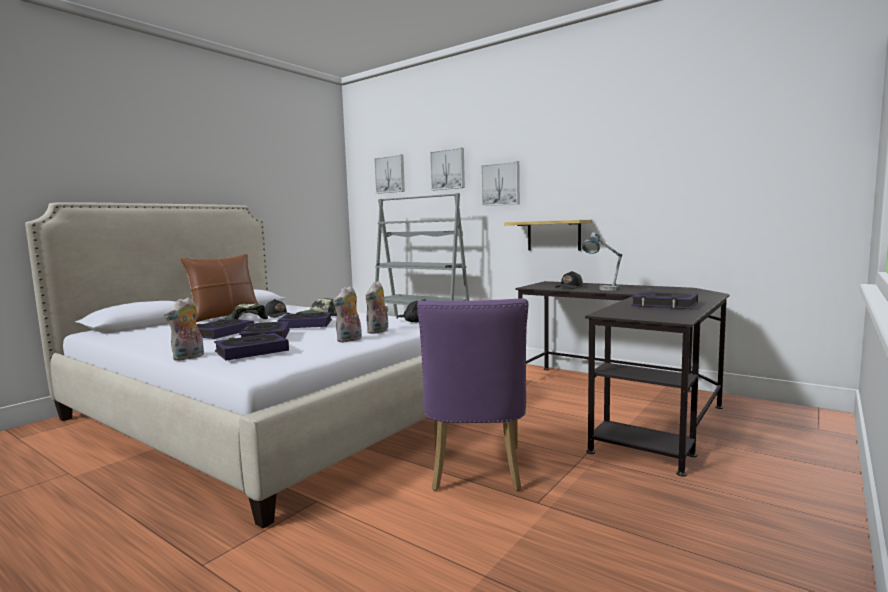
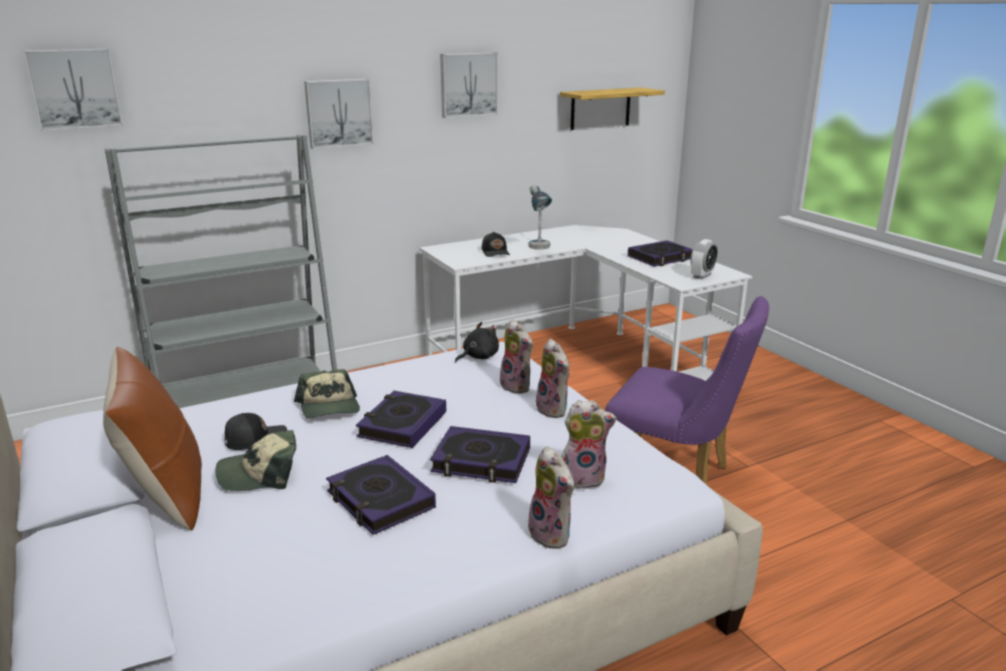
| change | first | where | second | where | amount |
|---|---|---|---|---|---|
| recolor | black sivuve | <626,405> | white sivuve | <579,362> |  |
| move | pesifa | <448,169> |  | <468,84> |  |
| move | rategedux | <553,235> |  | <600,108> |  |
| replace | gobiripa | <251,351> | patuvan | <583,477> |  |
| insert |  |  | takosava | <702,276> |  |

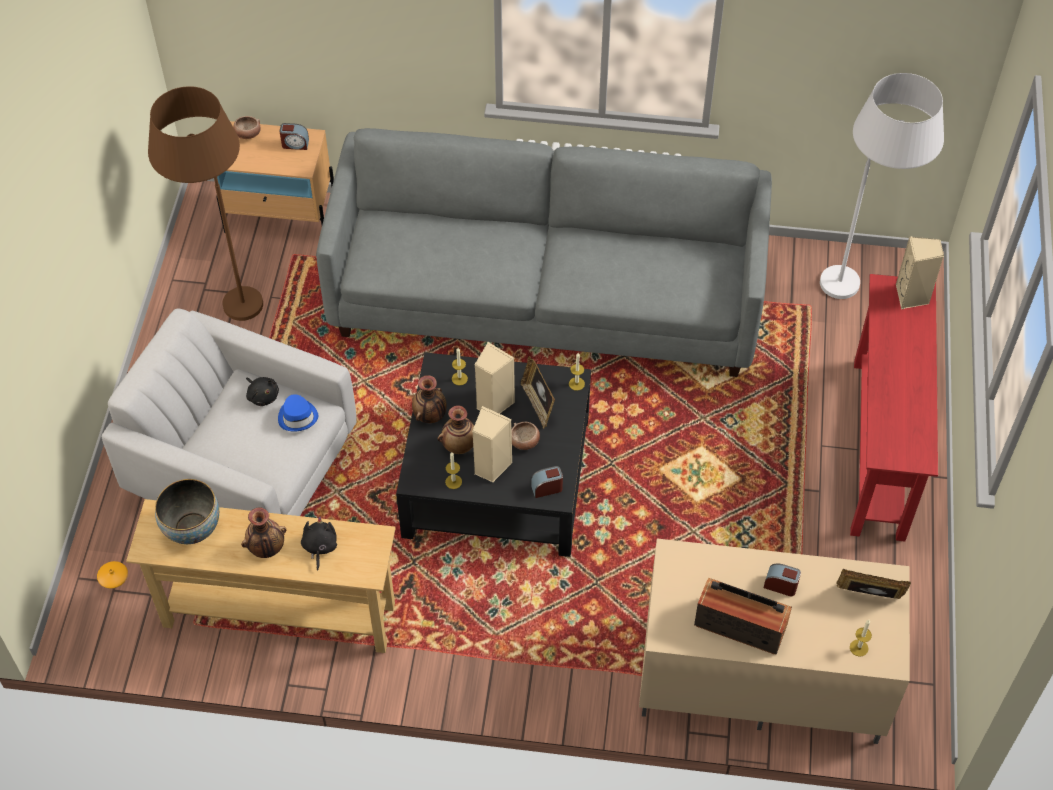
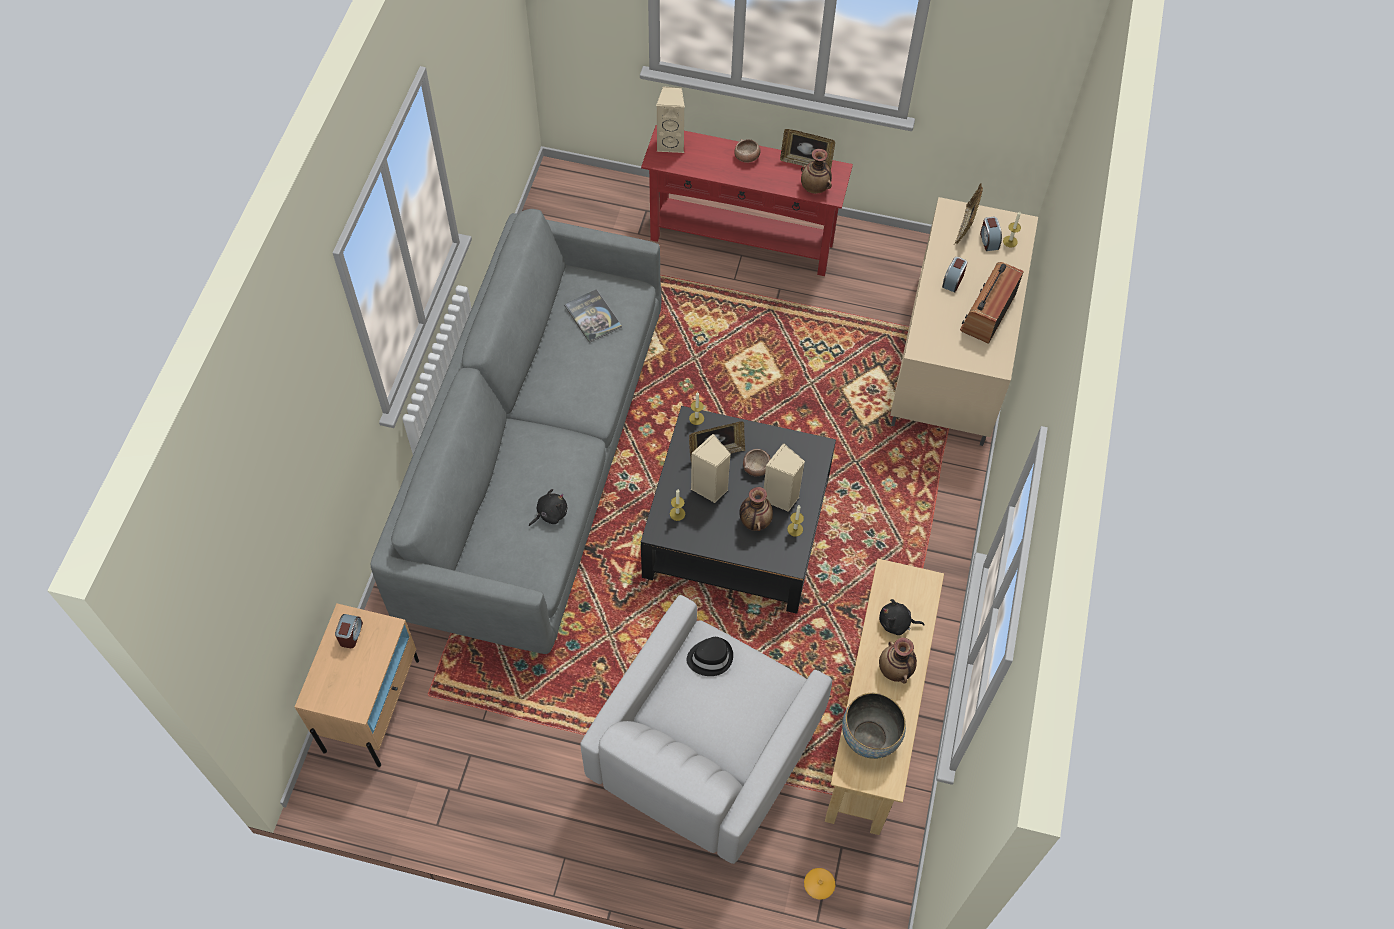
| change | first | where | second | where | amount |
|---|---|---|---|---|---|
| move | black patuvan | <262,396> |  | <550,514> |  |
| insert |  |  | gobiripa | <593,316> |  |
| recolor | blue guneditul | <298,416> | black guneditul | <710,657> |  |
| move | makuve | <247,134> |  | <747,157> |  |
| insert |  |  | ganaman | <806,163> |  |
| move | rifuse | <430,415> |  | <815,188> |  |
| move | takosava | <547,488> |  | <989,240> |  |
| delete | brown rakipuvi | <227,293> |  |  |  |
| delete | white rakipuvi | <861,280> |  |  |  |

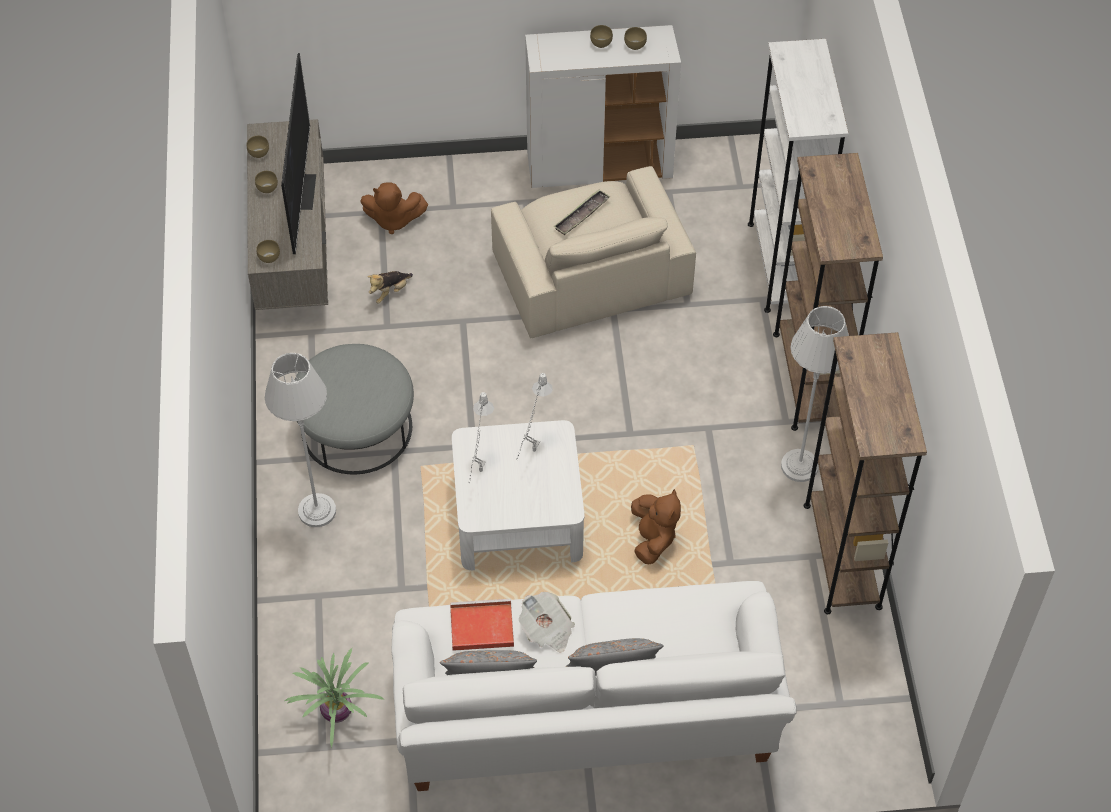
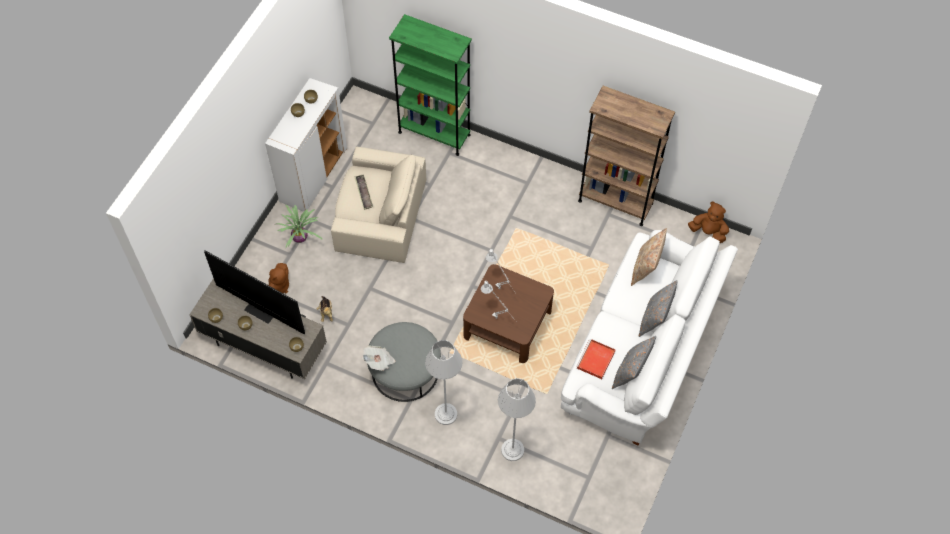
| change | first | where | second | where | amount |
|---|---|---|---|---|---|
| move | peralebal | <336,714> |  | <300,238> |  |
| move | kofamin | <547,630> |  | <379,361> |  |
| recolor | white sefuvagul | <781,265> | green sefuvagul | <434,133> |  |
| recolor | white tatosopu | <517,515> | brown tatosopu | <507,324> |  |
| move | grey rakipuvi | <799,466> |  | <512,450> |  |
| insert |  |  | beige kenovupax | <646,268> |  |
| move | brown patuvan | <653,538> |  | <708,232> |  |
| delete | brown sefuvagul | <809,378> |  |  |  |

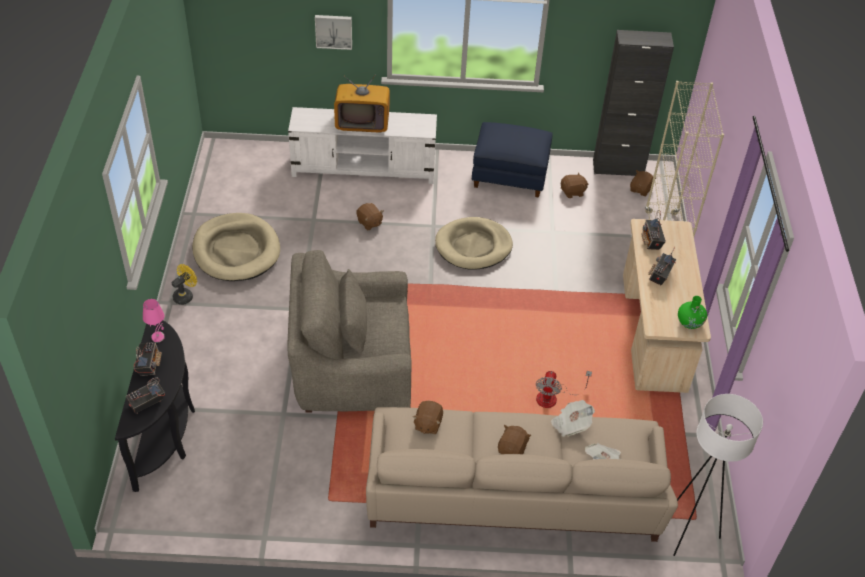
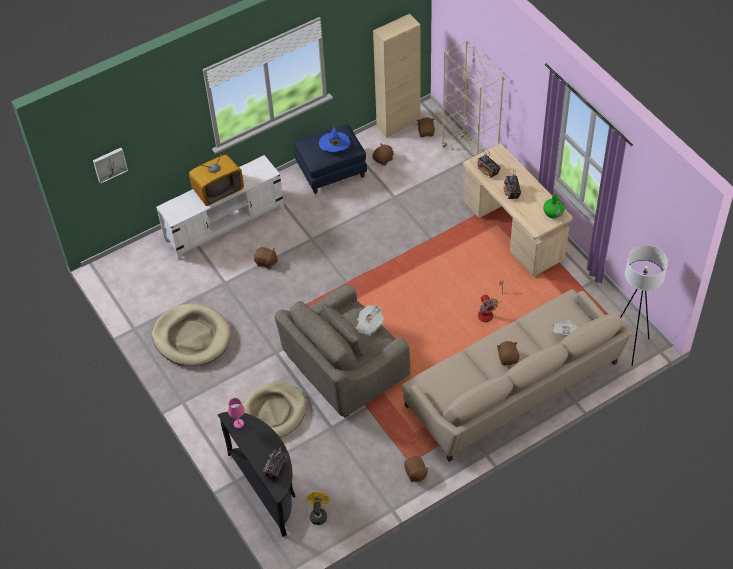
| change | first | where | second | where | amount |
|---|---|---|---|---|---|
| move | pesifa | <333,31> |  | <109,164> |  |
| move | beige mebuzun | <473,246> |  | <274,412> |  |
| move | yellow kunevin | <185,295> |  | <318,514> |  |
| insert |  |  | blue guneditul | <334,143> |  |
| move | kofamin | <571,424> |  | <368,325> |  |
| recolor | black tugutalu | <618,168> | beige tugutalu | <398,124> |  |
| move | brown patuvan | <427,424> |  | <415,473> |  |
| delete | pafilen | <149,365> |  |  |  |

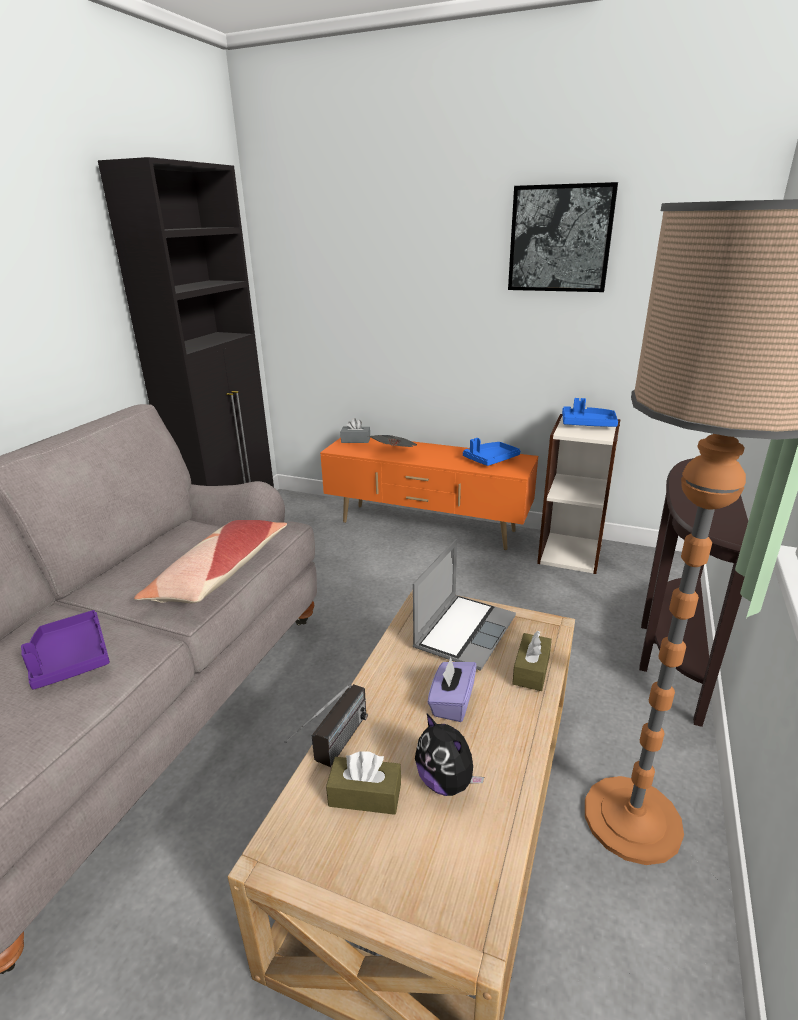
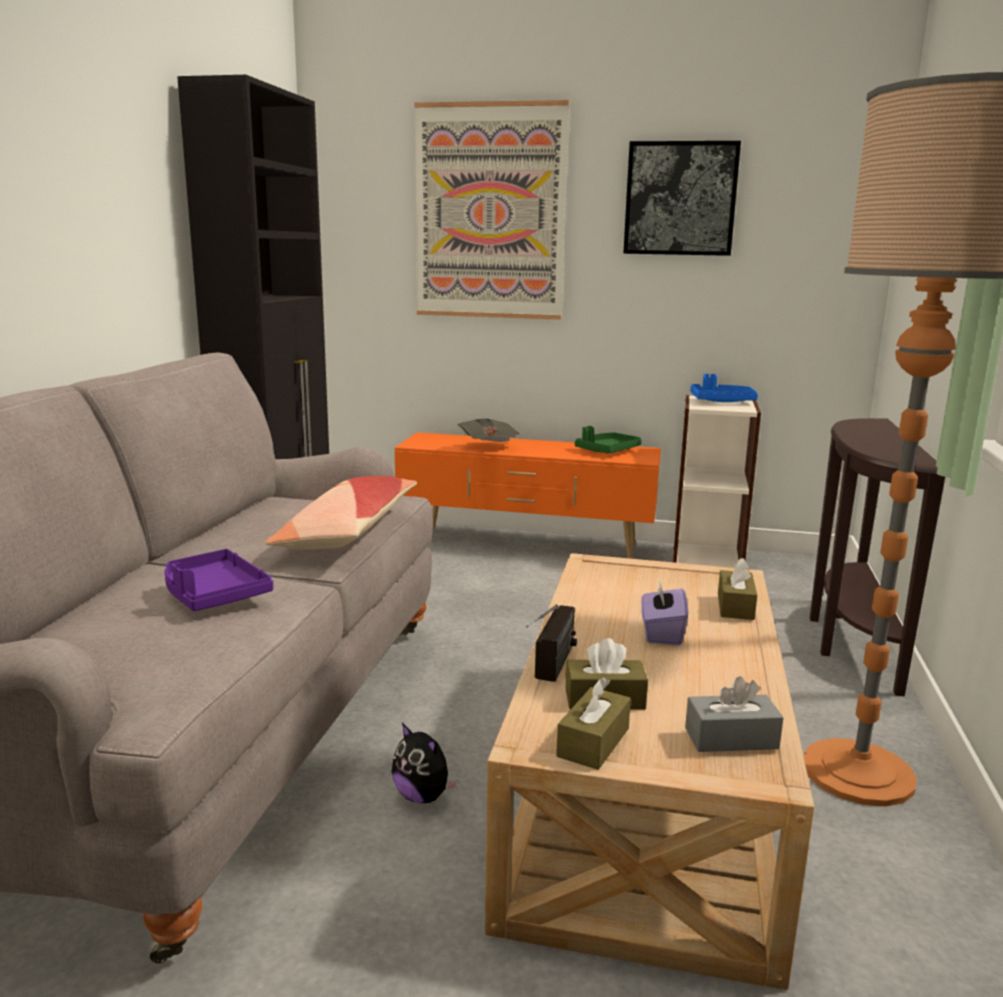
| change | first | where | second | where | amount |
|---|---|---|---|---|---|
| move | patuvan | <446,781> |  | <423,796> |  |
| insert |  |  | pesifa | <490,213> |  |
| insert |  |  | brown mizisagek | <593,742> |  |
| recolor | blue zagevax | <490,459> | green zagevax | <607,451> |  |
| move | grey mizisagek | <355,440> |  | <731,738> |  |
| delete | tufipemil | <464,631> |  |  |  |

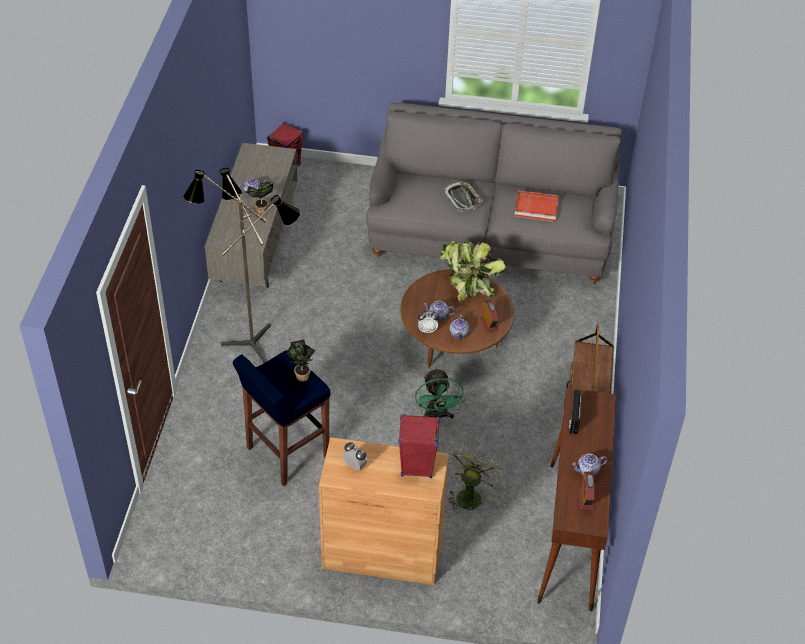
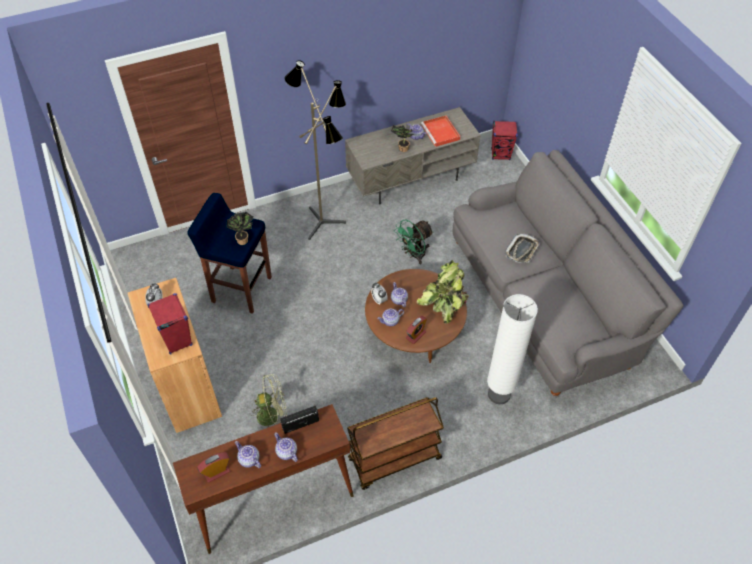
| change | first | where | second | where | amount |
|---|---|---|---|---|---|
| insert |  |  | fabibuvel | <286,452> |  |
| move | green kunevin | <436,416> |  | <414,255> |  |
| move | red zagevax | <537,207> |  | <441,133> |  |
| insert |  |  | white rakipuvi | <499,394> |  |

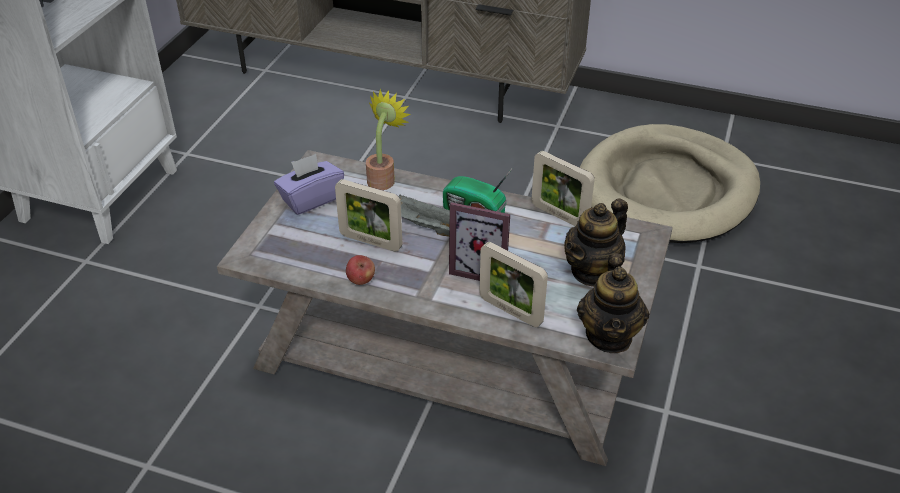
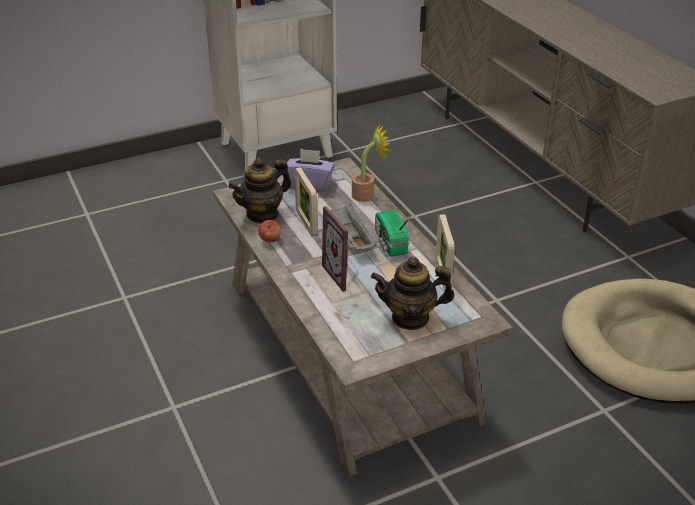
| change | first | where | second | where | amount |
|---|---|---|---|---|---|
| move | fabibuvel | <609,336> |  | <262,214> |  |
| delete | ganaman | <510,311> |  |  |  |

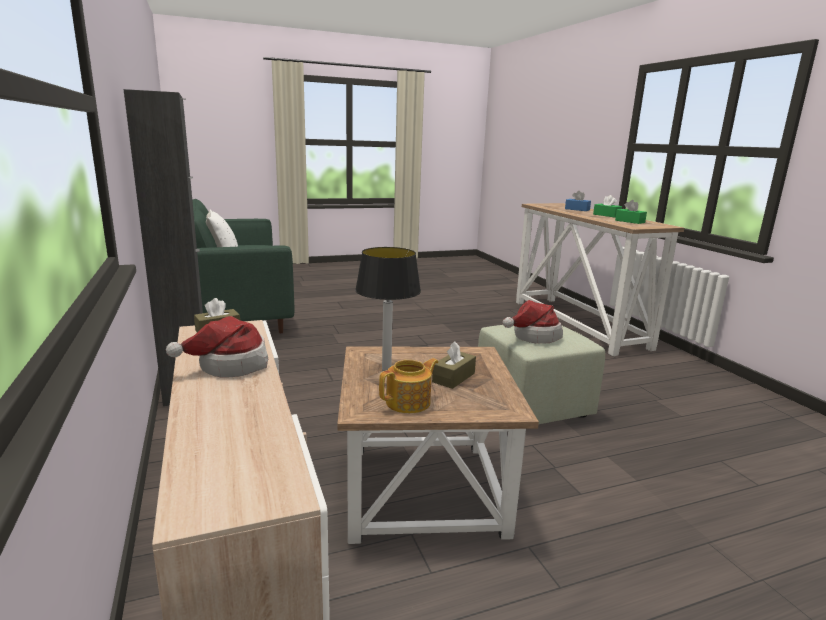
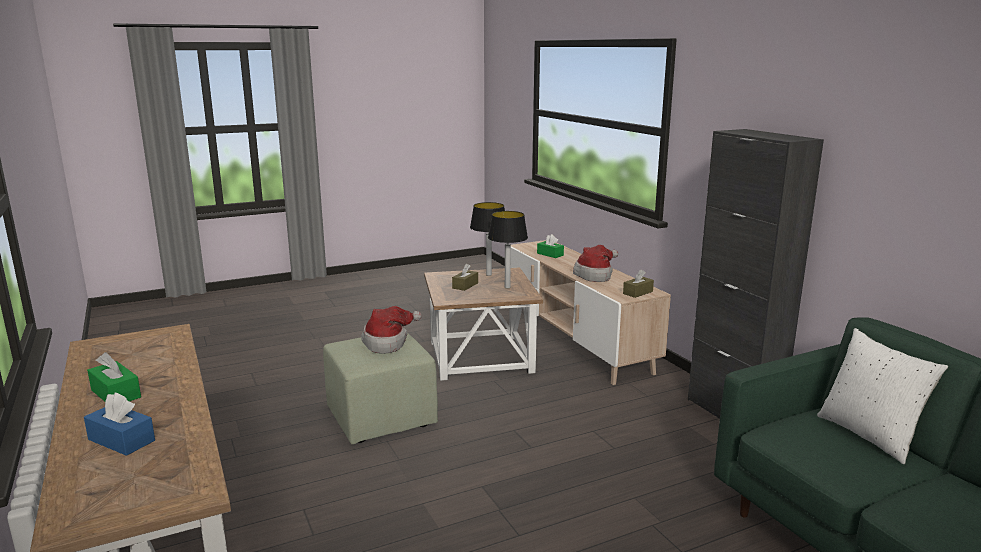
| change | first | where | second | where | amount |
|---|---|---|---|---|---|
| replace | fabibuvel | <409,402> | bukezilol | <488,274> |  |
| move | green mizisagek | <629,221> |  | <550,254> |  |

